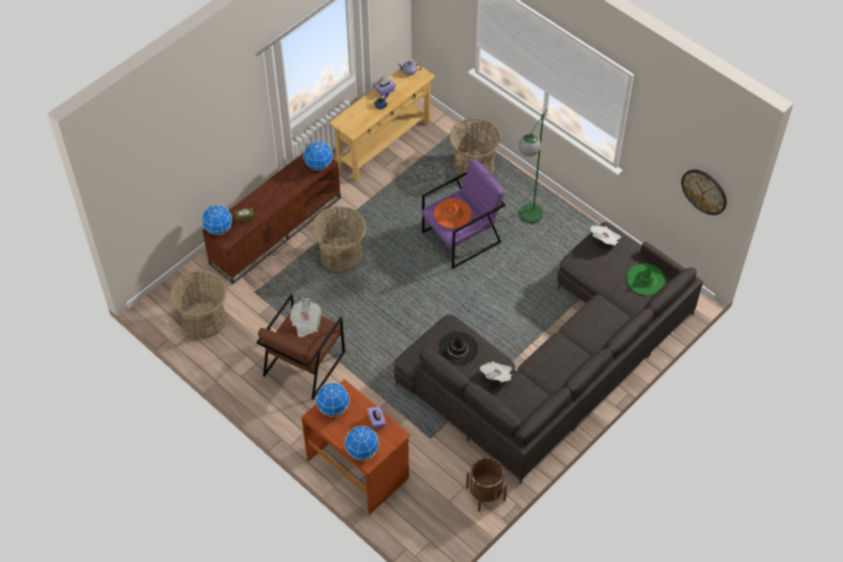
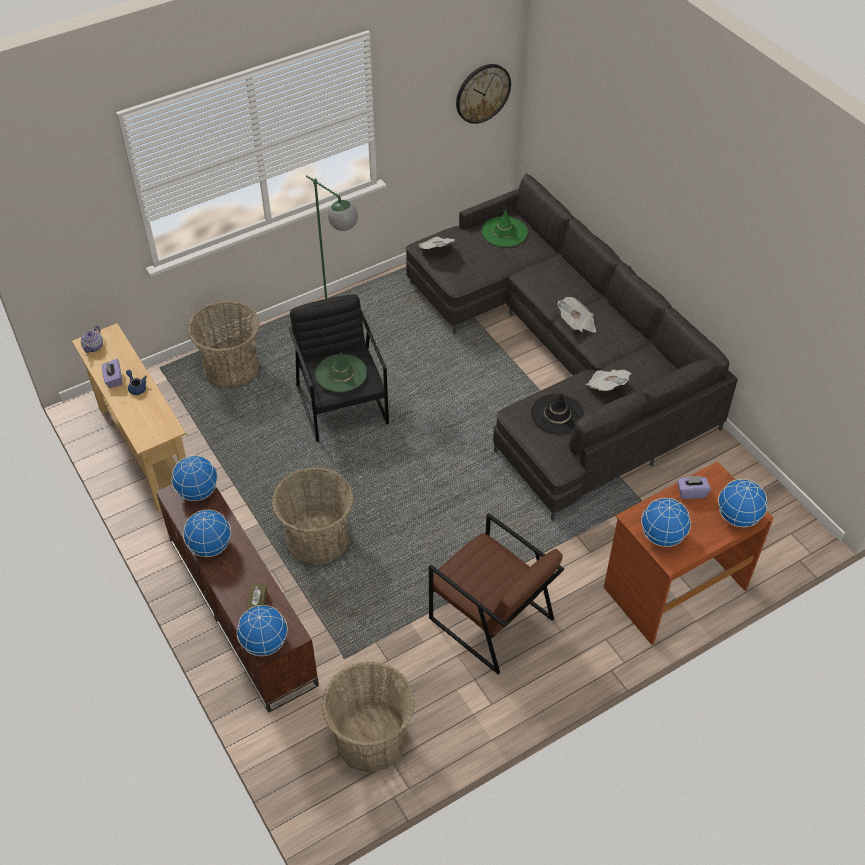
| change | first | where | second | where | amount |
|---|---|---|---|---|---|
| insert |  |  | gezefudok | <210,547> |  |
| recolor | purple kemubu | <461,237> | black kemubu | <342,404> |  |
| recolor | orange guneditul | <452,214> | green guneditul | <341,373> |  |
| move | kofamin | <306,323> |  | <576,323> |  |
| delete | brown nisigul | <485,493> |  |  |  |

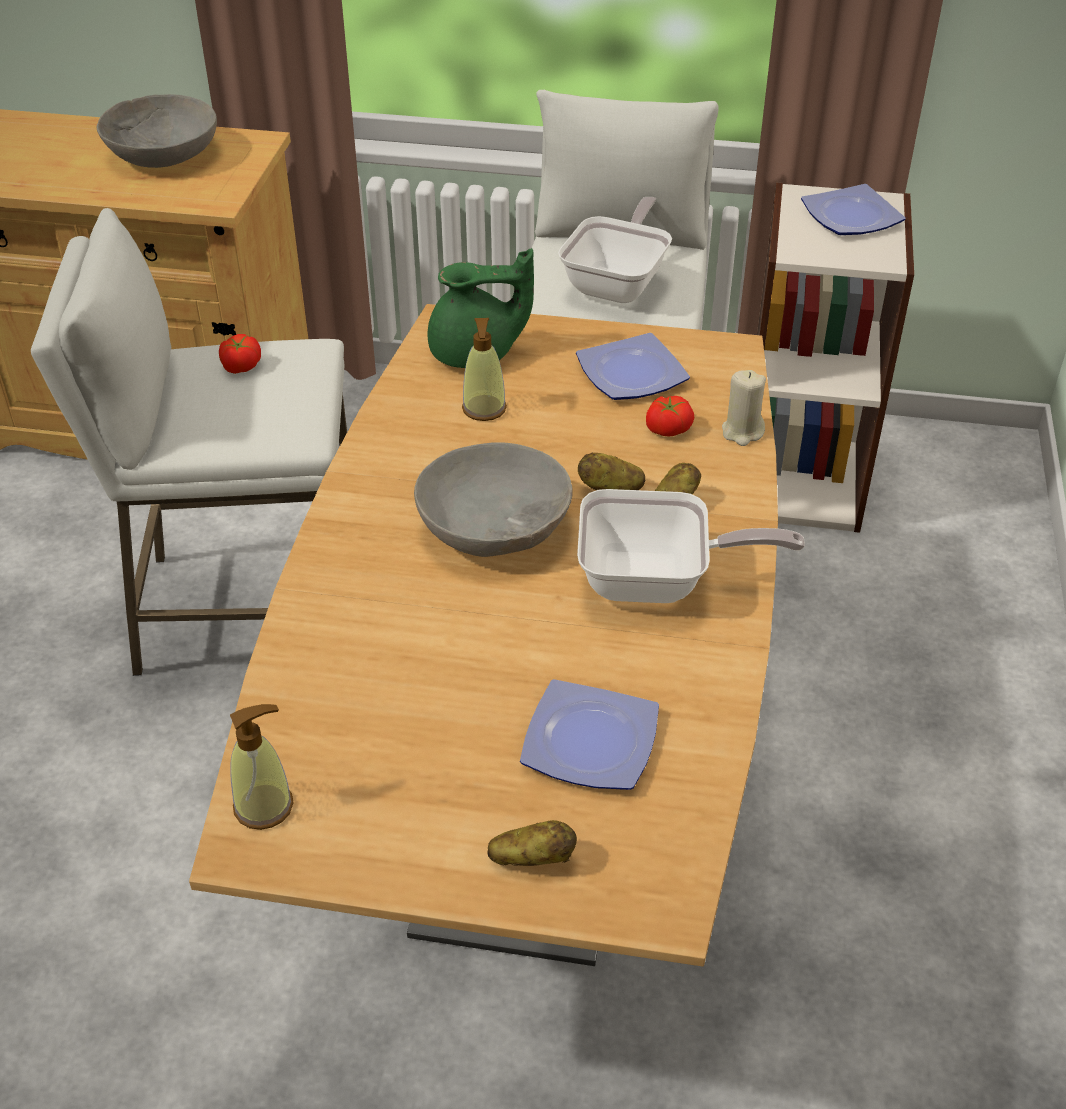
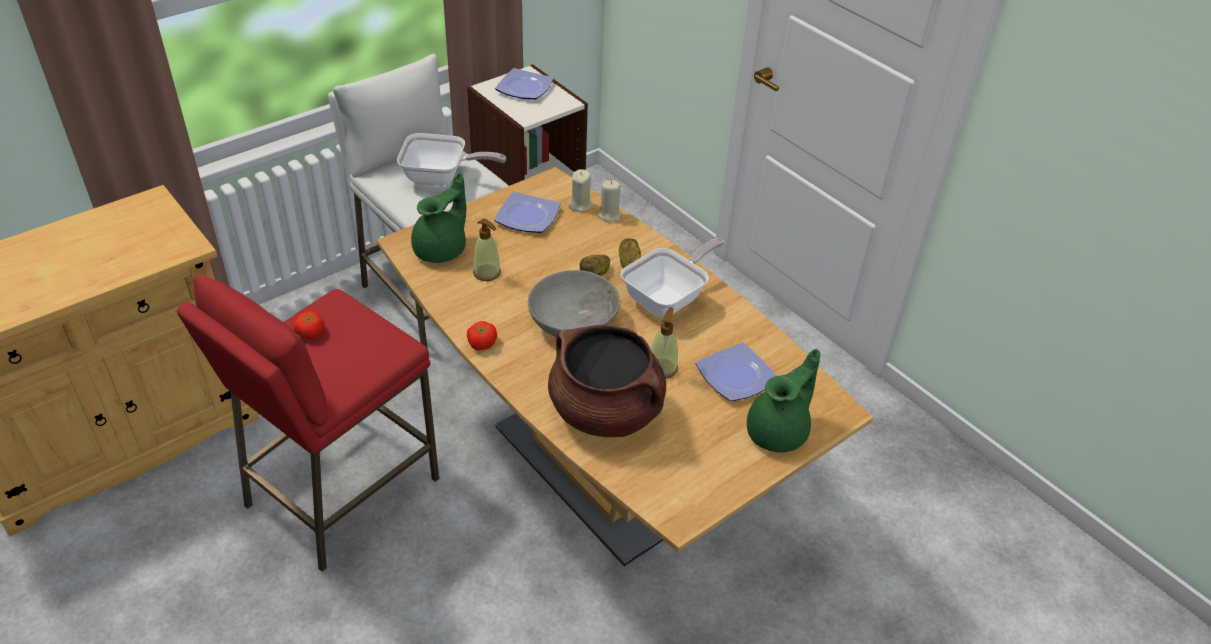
| change | first | where | second | where | amount |
|---|---|---|---|---|---|
| recolor | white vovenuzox | <250,610> | red vovenuzox | <341,492> |  |
| rotate | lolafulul | <619,282> |  | <441,178> | 120 degrees clockwise |
| move | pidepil | <667,428> |  | <481,343> |  |
| insert |  |  | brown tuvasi | <606,412> |  |
| insert |  |  | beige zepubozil | <580,205> |  |
| move | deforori | <264,806> |  | <662,368> |  |
| replace | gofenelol | <532,858> | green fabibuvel | <779,432> |  |
| delete | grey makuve | <162,155> |  |  |  |

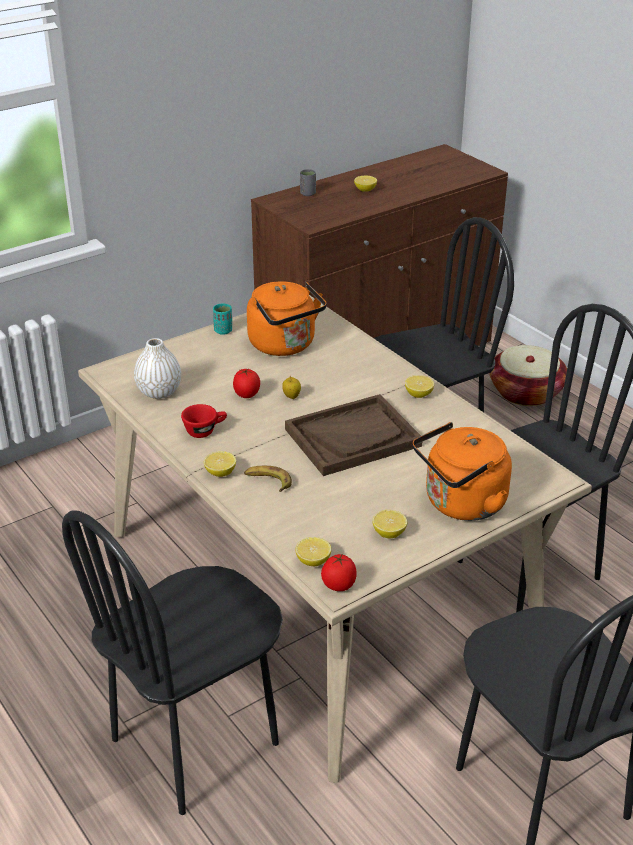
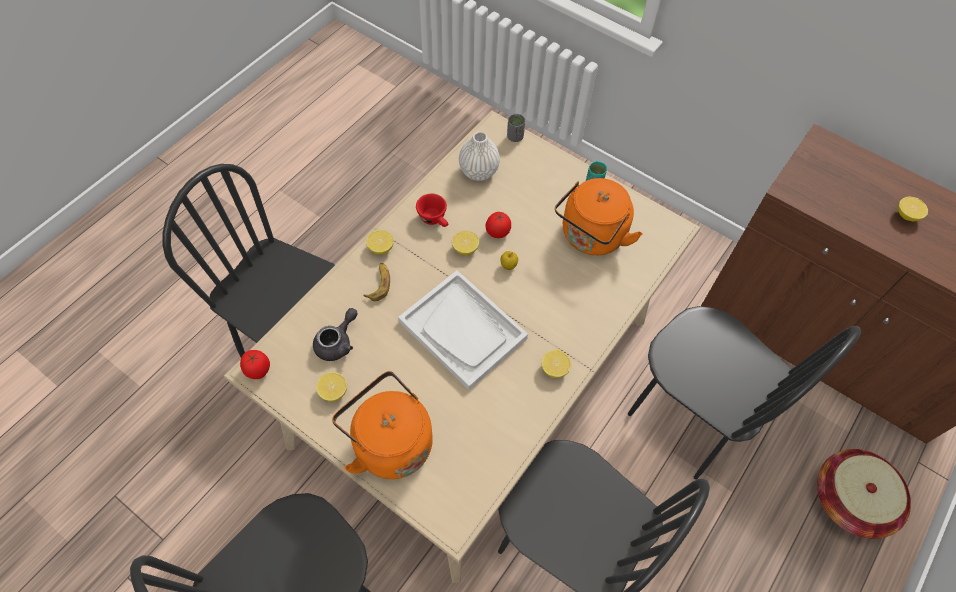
| change | first | where | second | where | amount |
|---|---|---|---|---|---|
| insert |  |  | grey fabibuvel | <337,342> |  |
| recolor | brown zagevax | <353,437> | white zagevax | <463,330> |  |
| move | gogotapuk | <313,561> |  | <465,248> |  |
| move | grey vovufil | <308,193> |  | <515,137> |  |

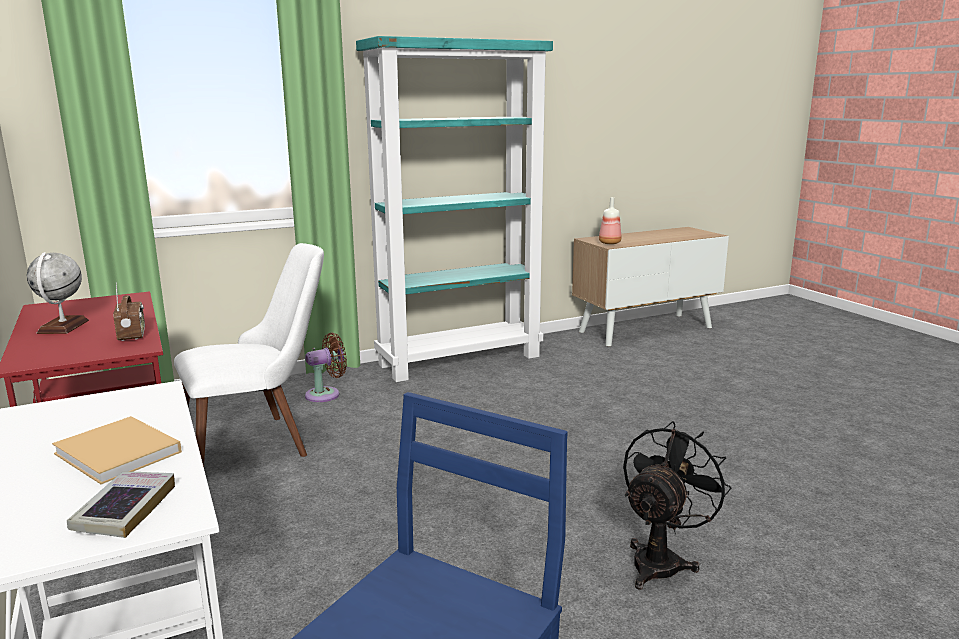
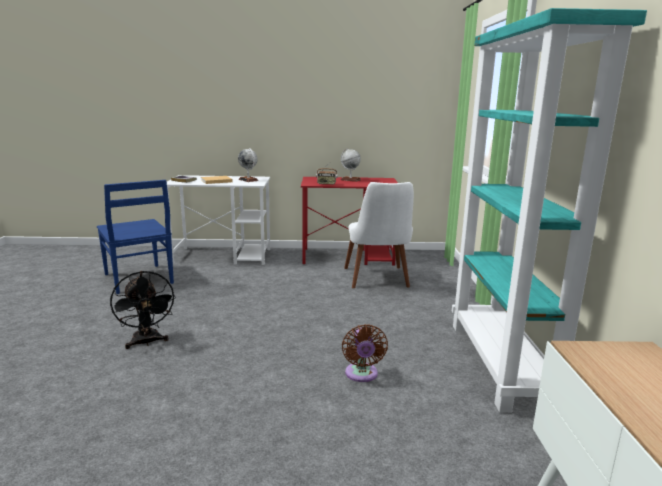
| change | first | where | second | where | amount |
|---|---|---|---|---|---|
| insert |  |  | gezefudok | <248,180> |  |
| move | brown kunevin | <326,394> |  | <361,375> |  |
| delete | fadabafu | <610,243> |  |  |  |

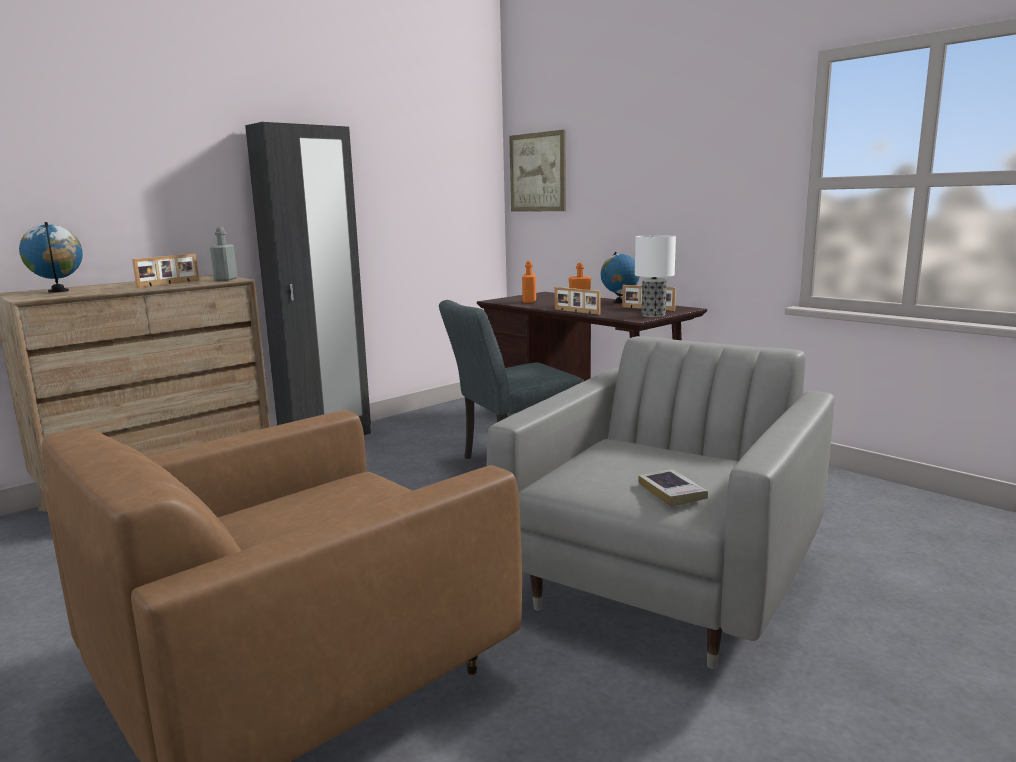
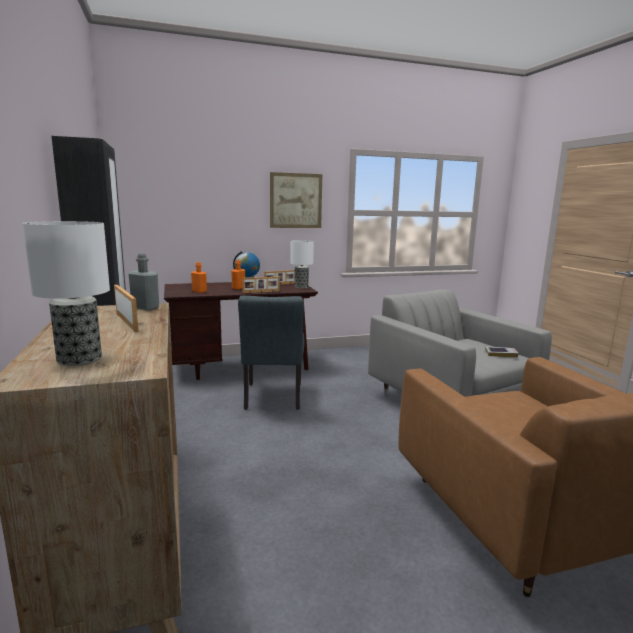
| change | first | where | second | where | amount |
|---|---|---|---|---|---|
| replace | gezefudok | <58,291> | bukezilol | <79,359> |  |
| move | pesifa | <537,172> |  | <296,200> |  |

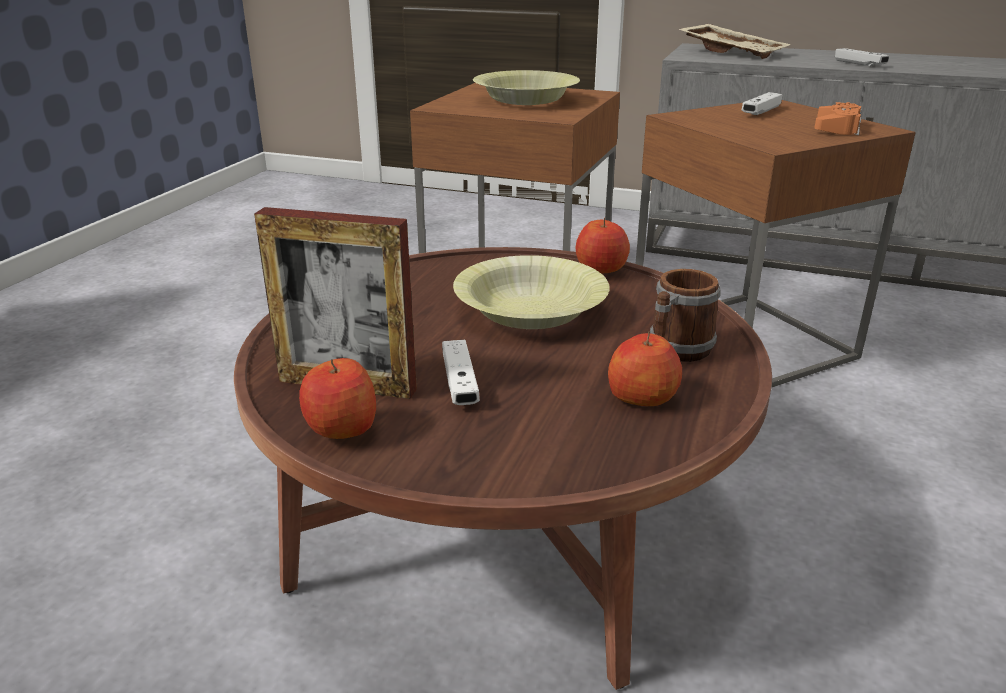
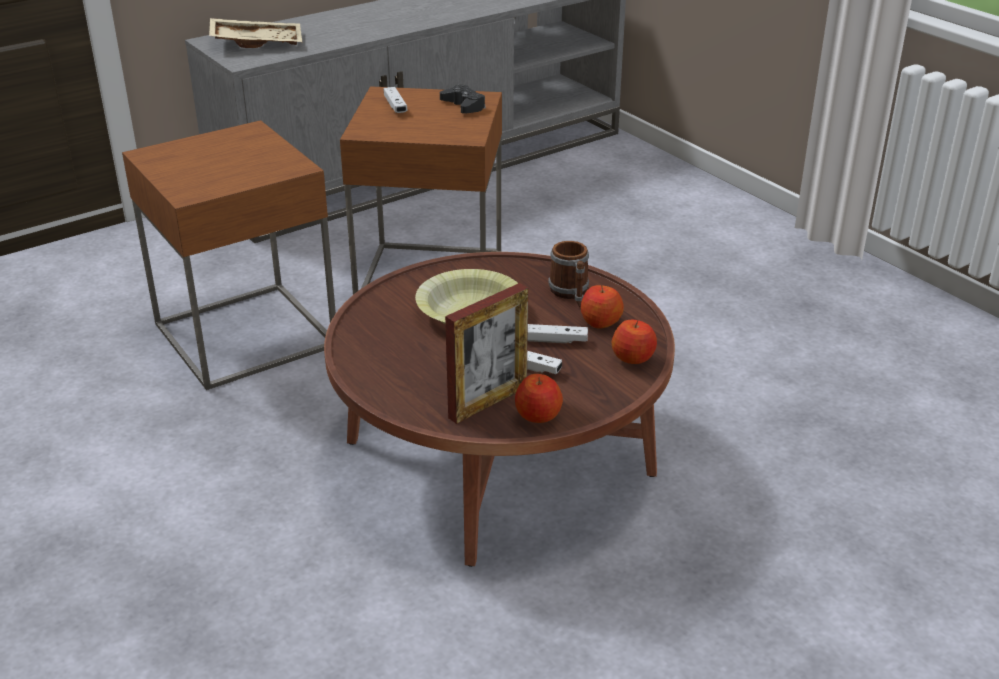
| change | first | where | second | where | amount |
|---|---|---|---|---|---|
| recolor | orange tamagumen | <837,128> | black tamagumen | <463,106> |  |
| move | white tamagumen | <859,64> |  | <554,340> |  |
| move | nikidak | <601,269> |  | <633,357> |  |
| delete | yellow makuve | <525,100> |  |  |  |

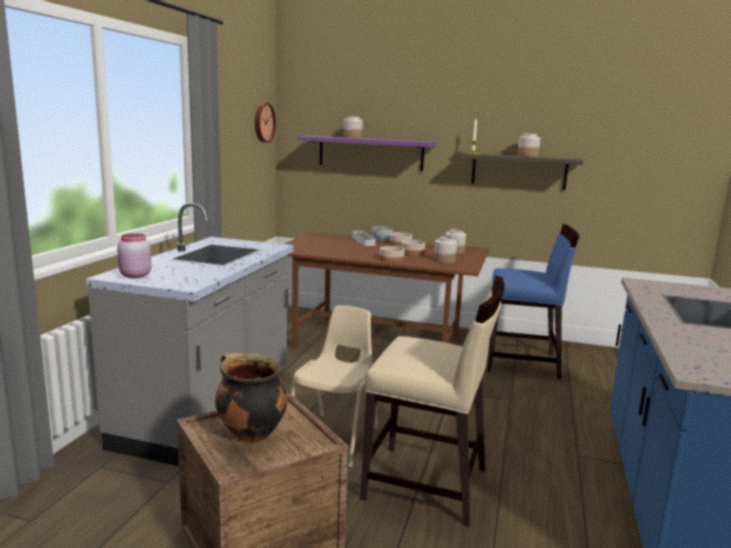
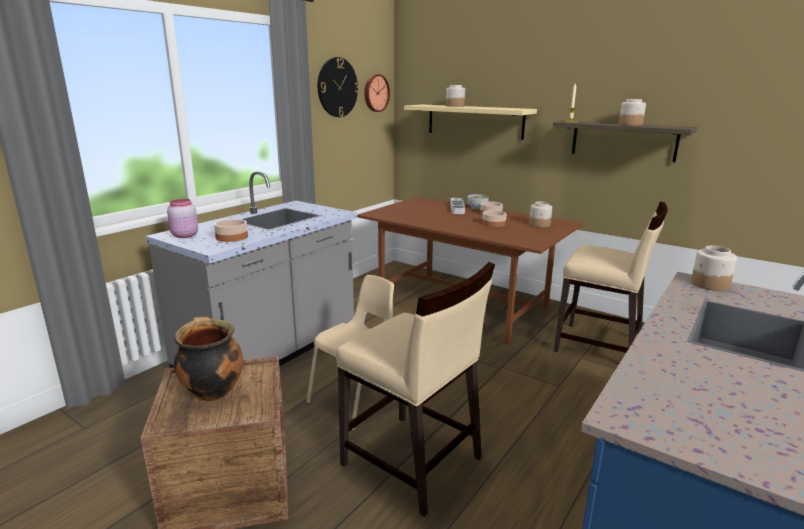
| change | first | where | second | where | amount |
|---|---|---|---|---|---|
| move | makuve | <391,260> |  | <231,237> |  |
| insert |  |  | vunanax | <337,87> |  |
| recolor | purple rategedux | <370,153> | beige rategedux | <474,121> |  |
| recolor | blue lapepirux | <522,362> | beige lapepirux | <599,346> |  |
| move | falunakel | <444,261> |  | <710,284> |  |

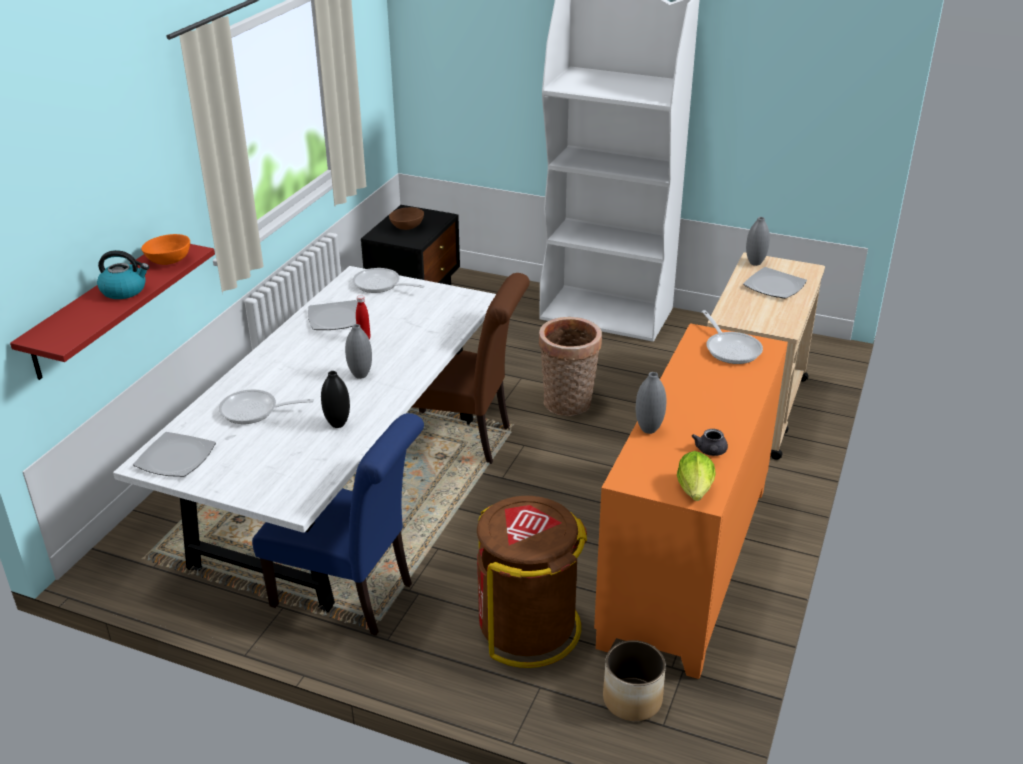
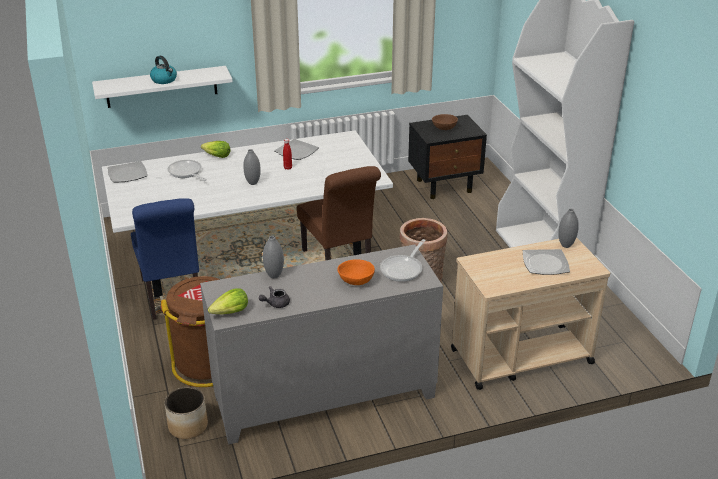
| change | first | where | second | where | amount |
|---|---|---|---|---|---|
| recolor | red rategedux | <99,309> | white rategedux | <161,87> |  |
| recolor | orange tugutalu | <688,564> | grey tugutalu | <324,397> |  |
| insert |  |  | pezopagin | <217,156> |  |
| move | orange makuve | <170,261> |  | <356,281> |  |
| delete | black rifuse | <337,424> |  |  |  |
| delete | lolafulul | <380,285> |  |  |  |

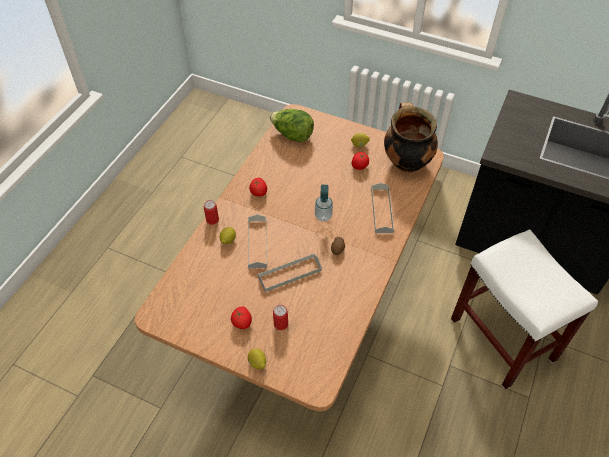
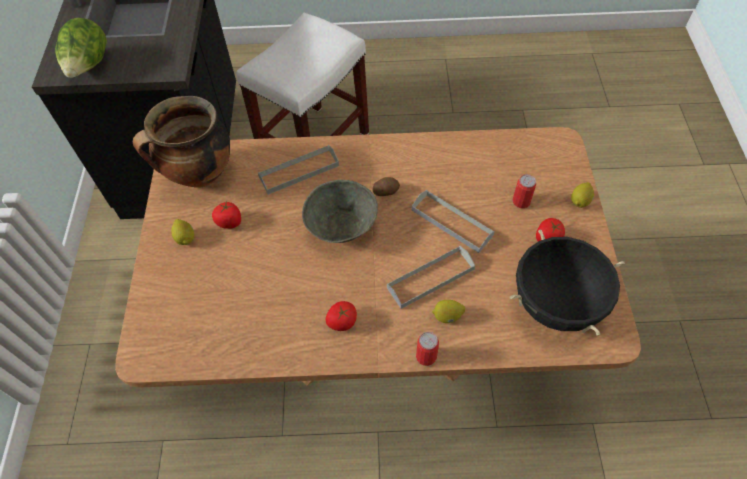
| change | first | where | second | where | amount |
|---|---|---|---|---|---|
| move | pezopagin | <292,135> |  | <89,66> |  |
| replace | deforori | <323,216> | grey makuve | <342,226> |  |
| insert |  |  | black tuvasi | <555,304> |  |

